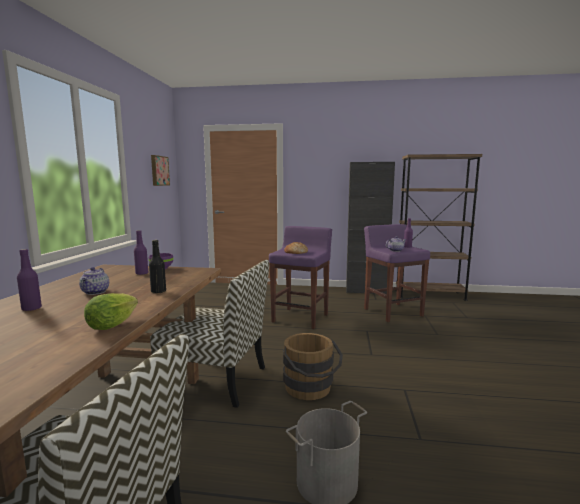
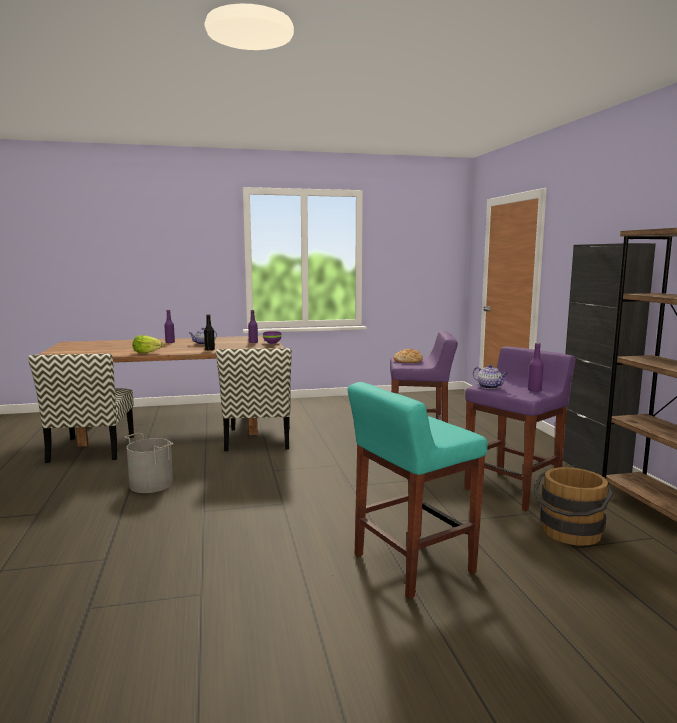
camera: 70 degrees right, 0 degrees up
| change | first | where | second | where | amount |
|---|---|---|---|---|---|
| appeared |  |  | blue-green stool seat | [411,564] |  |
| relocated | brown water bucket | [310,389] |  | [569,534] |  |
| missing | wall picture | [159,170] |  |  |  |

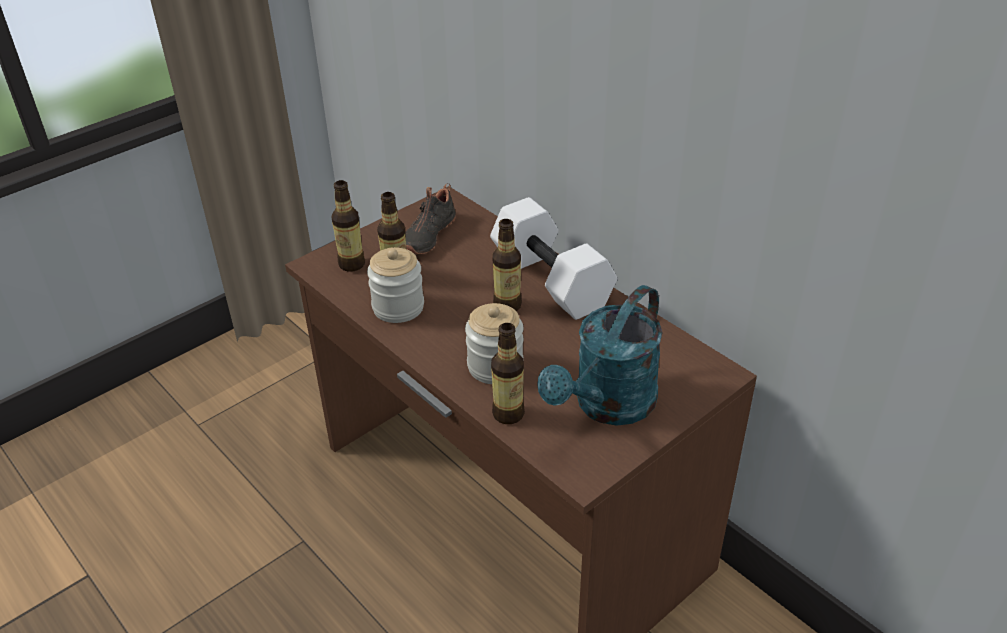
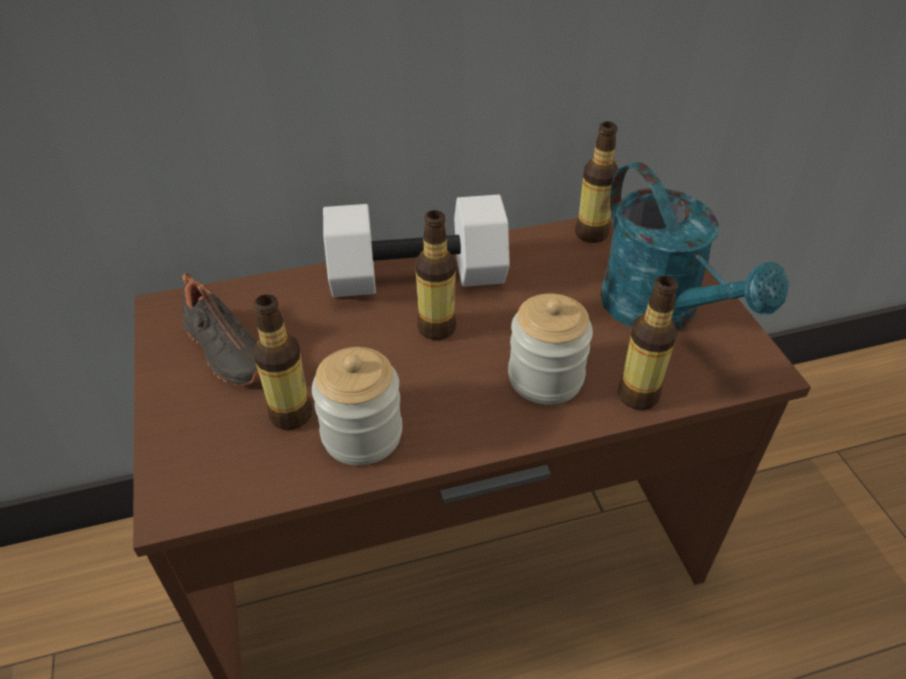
camera: 65 degrees left, 5 degrees up
| change | first | where | second | where | amount |
|---|---|---|---|---|---|
| relocated | beverage bottle | [352,264] |  | [591,233] |  |

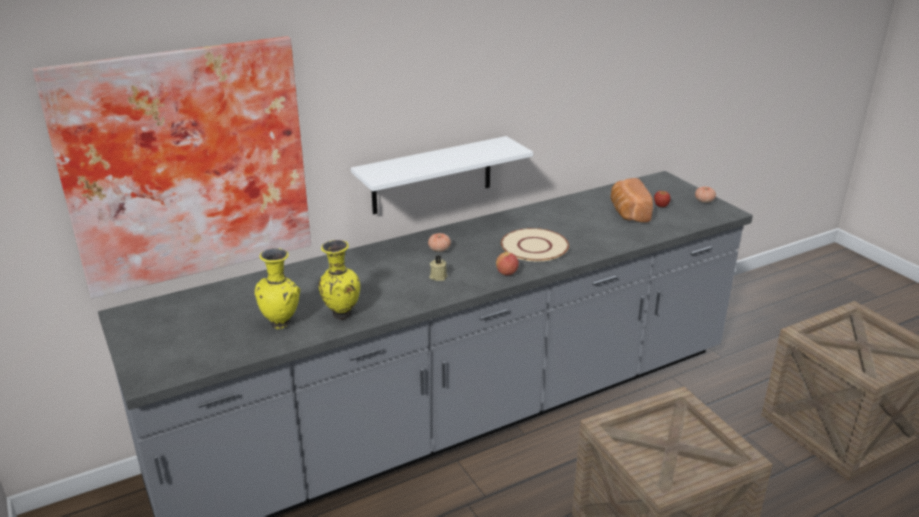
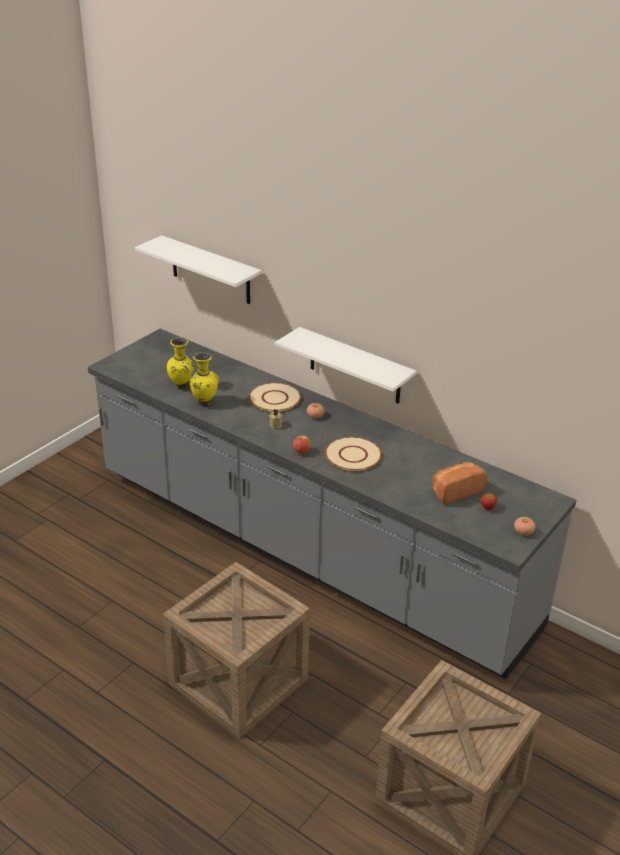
camera: 65 degrees right, 5 degrees up
| change | first | where | second | where | amount |
|---|---|---|---|---|---|
| exchanged | wall picture | [186,163] | white-coloured wall shelf | [210,270] |  |
| appeared |  |  | sand-coloured dinner plate | [274,398] |  |

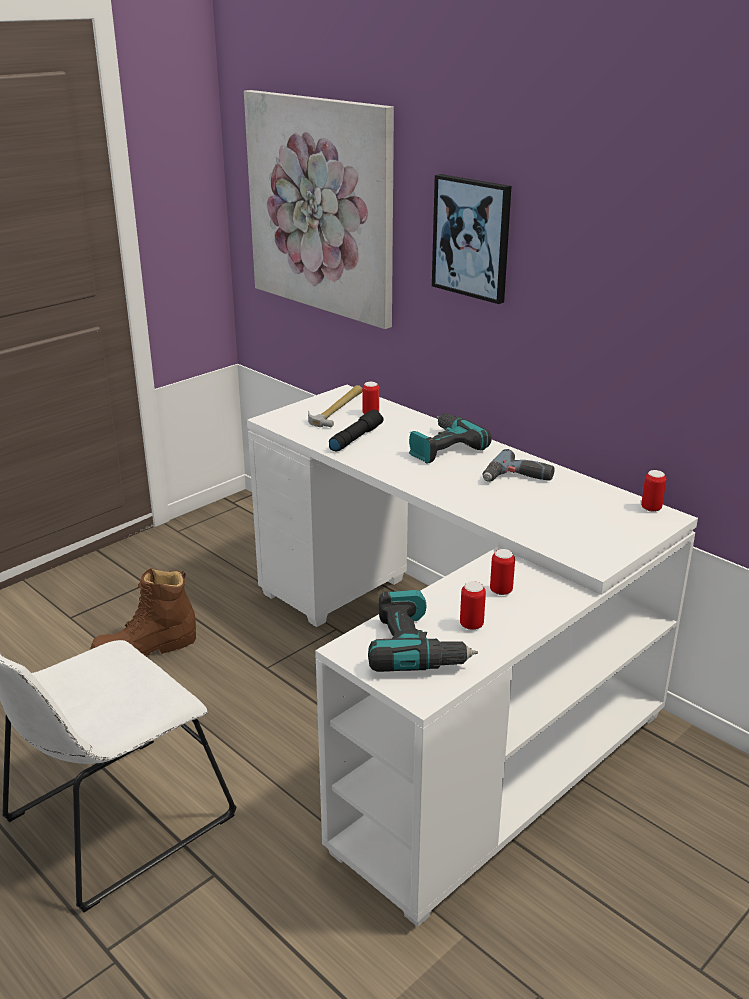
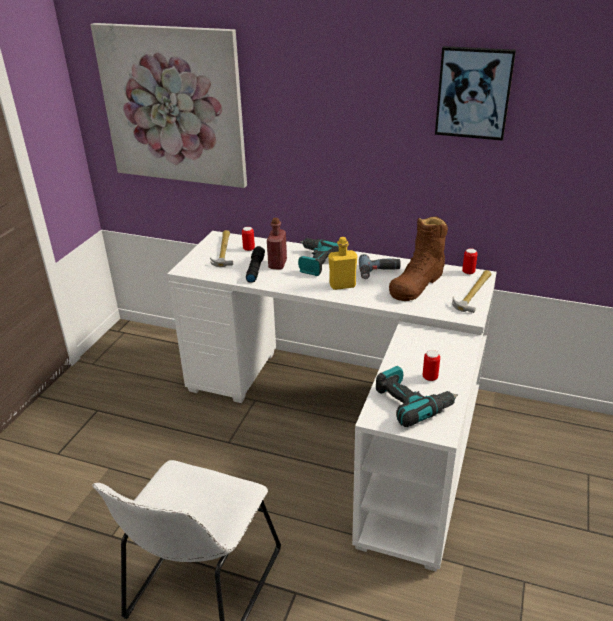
camera: 25 degrees left, 5 degrees up
| change | first | where | second | where | amount |
|---|---|---|---|---|---|
| appeared |  |  | red-coloured beverage bottle | [277,264] |  |
| appeared |  |  | yellow-coloured beverage bottle | [342,285] |  |
| relocated | brown high-top boot | [146,648] |  | [417,283] |  |
| relocated | wall picture | [472,238] |  | [473,93] |  |
| appeared |  |  | hammer | [474,293] |  |
| missing | sealed can | [501,591] |  |  |  |

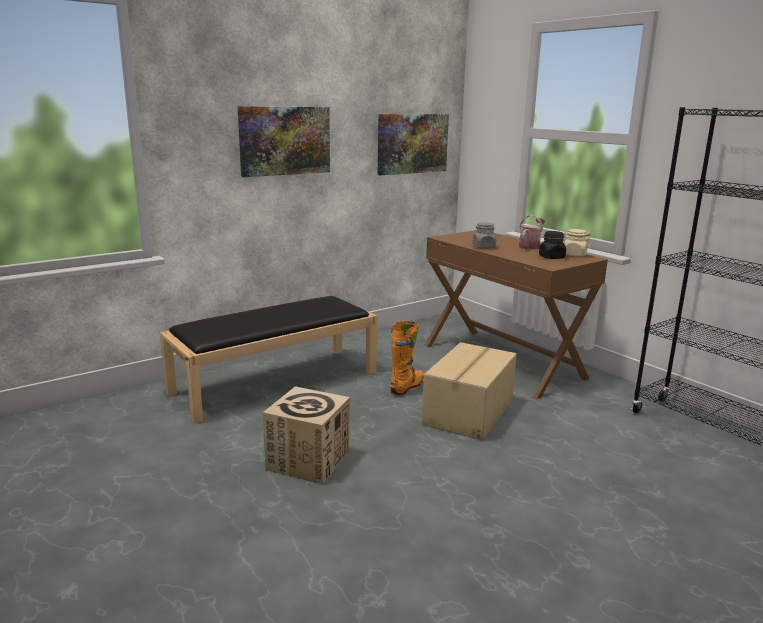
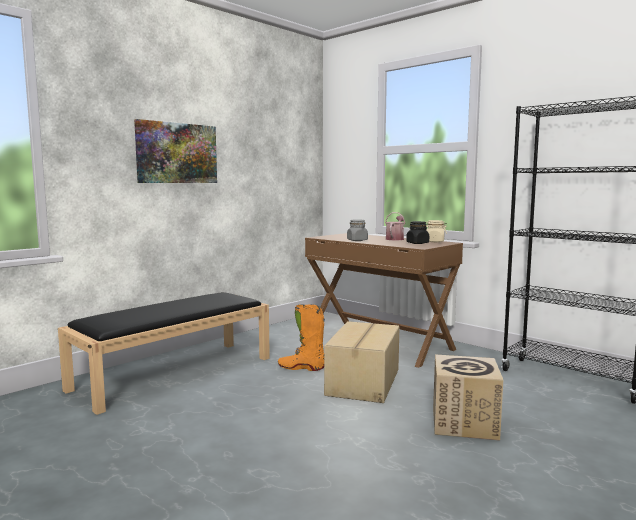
camera: 10 degrees left, 10 degrees down
| change | first | where | second | where | amount |
|---|---|---|---|---|---|
| spun | orange-coloured high-top boot | [407,387] |  | [301,368] | 105 degrees counterclockwise |
| relocated | cardboard box | [308,460] |  | [464,423] |  |
| missing | wall picture | [412,143] |  |  |  |

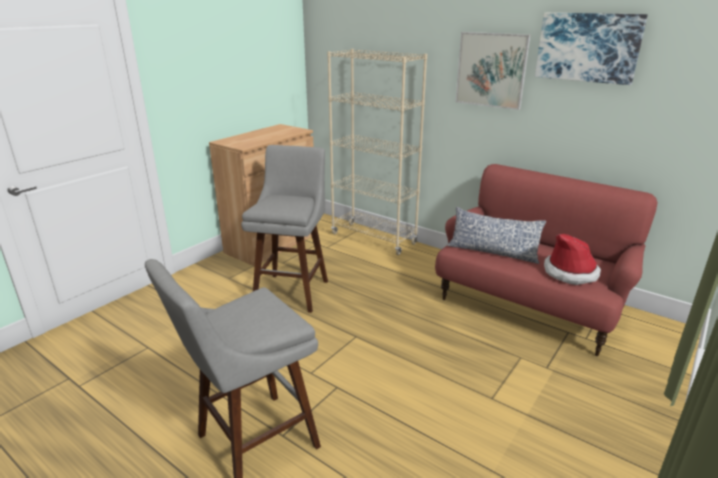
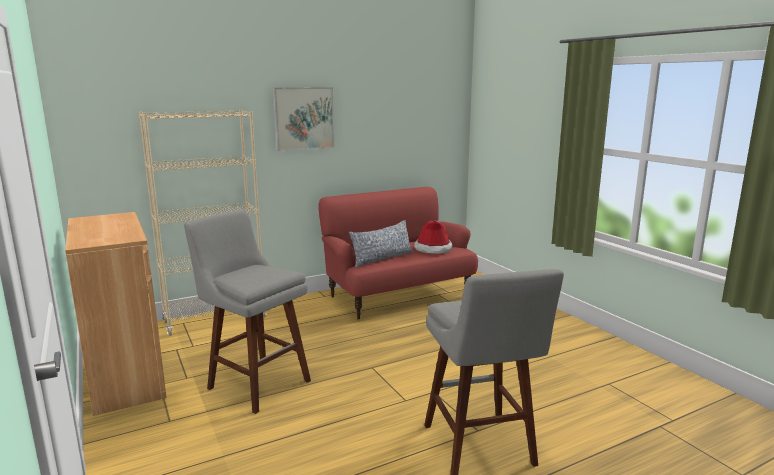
camera: 65 degrees left, 10 degrees down
| change | first | where | second | where | amount |
|---|---|---|---|---|---|
| missing | wall picture | [587,47] |  |  |  |

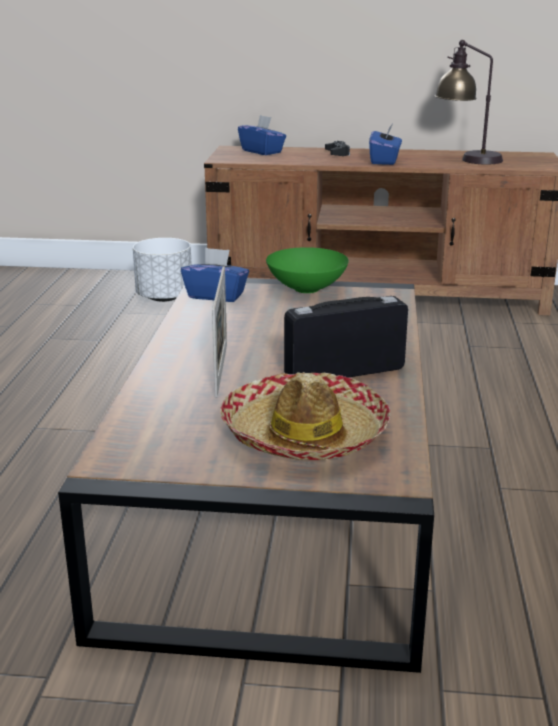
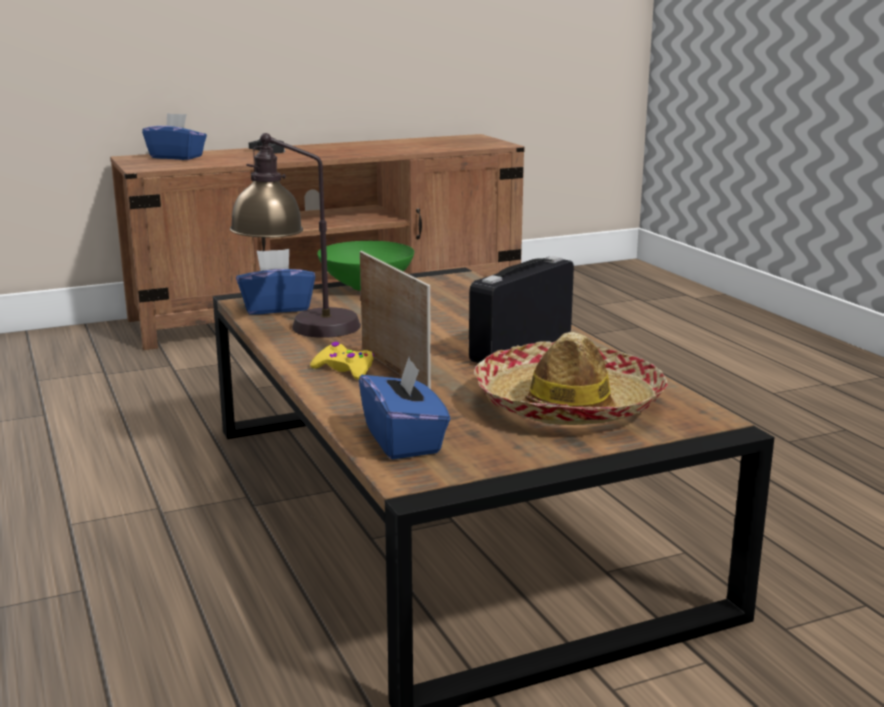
camera: 30 degrees left, 5 degrees down
| change | first | where | second | where | amount |
|---|---|---|---|---|---|
| relocated | tabletop lamp | [466,159] |  | [299,328] |  |
| appeared |  |  | yellow-coloured game controller | [344,369] |  |
| relocated | blue tissue box | [385,161] |  | [404,441] |  |
| missing | white-coloured flower pot | [164,297] |  |  |  |

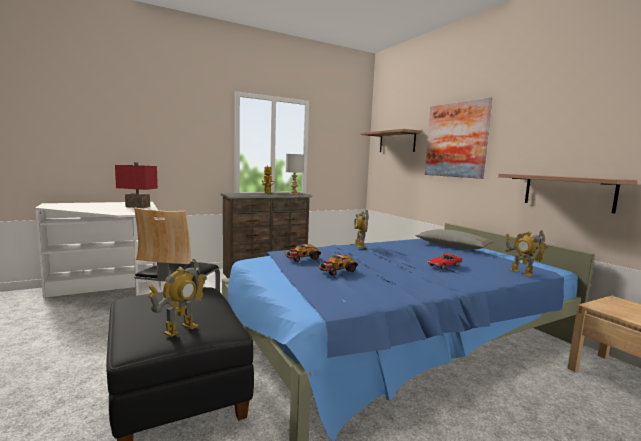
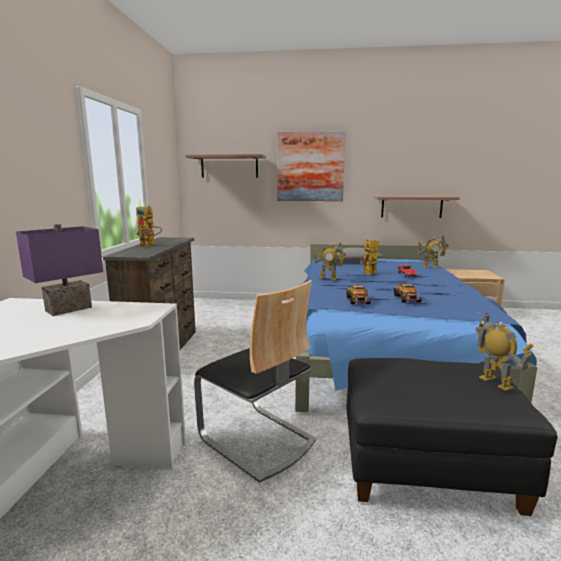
camera: 55 degrees left, 5 degrees up
| change | first | where | second | where | amount |
|---|---|---|---|---|---|
| colour | red-coloured tabletop lamp | [139,206] | purplish tabletop lamp | [68,308] |  |
| appeared |  |  | toy robot | [368,274] |  |
| missing | gray tabletop lamp | [294,194] |  |  |  |

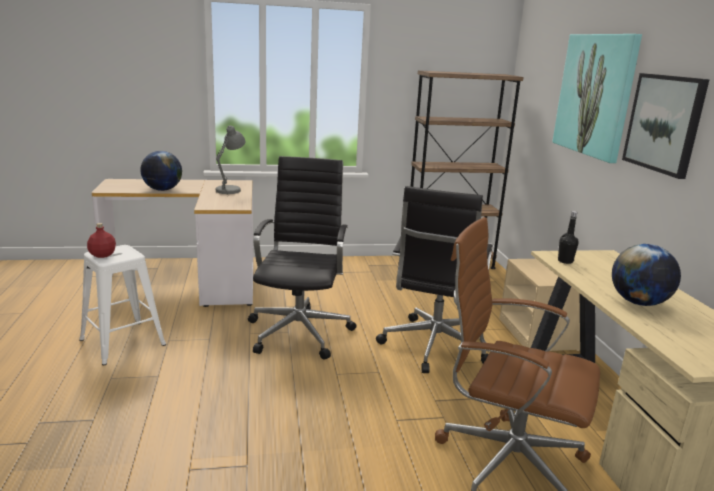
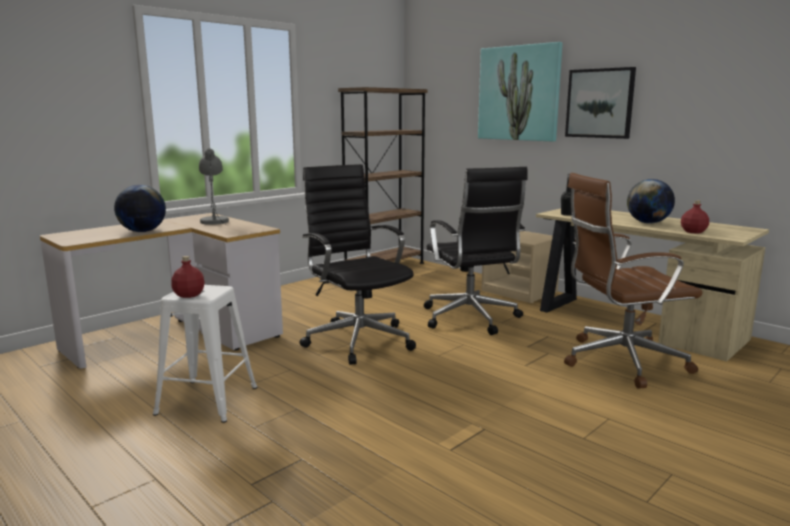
camera: 35 degrees left, 5 degrees down
| change | first | where | second | where | amount |
|---|---|---|---|---|---|
| appeared |  |  | red-coloured beverage bottle | [693,232] |  |

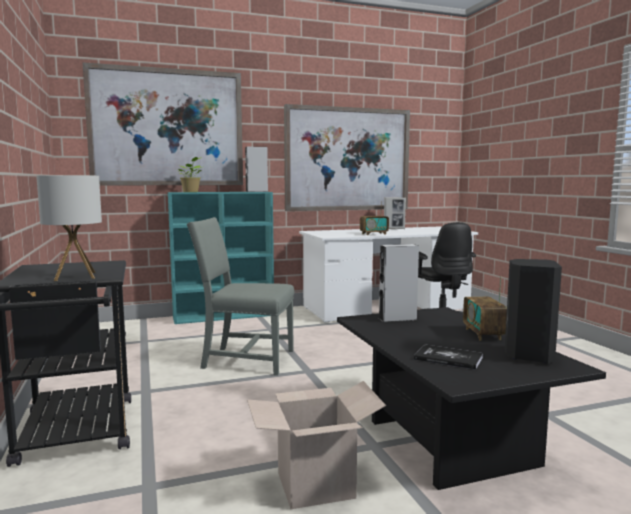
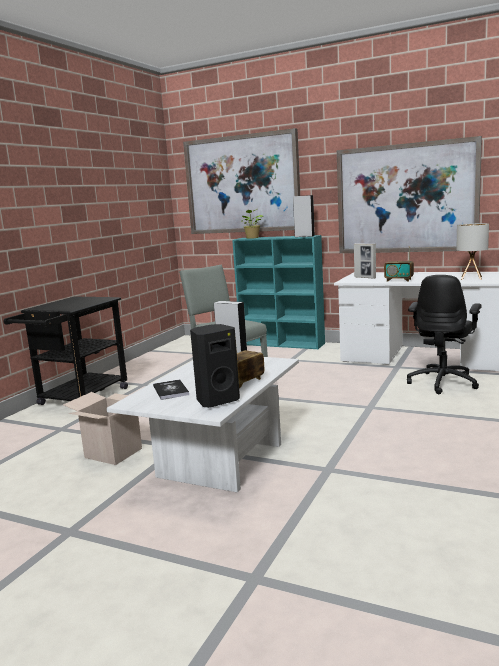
camera: 45 degrees right, 5 degrees up
| change | first | where | second | where | amount |
|---|---|---|---|---|---|
| colour | black low table | [444,441] | white-coloured low table | [218,459] |  |
| relocated | photo frame | [394,229] |  | [365,277] |  |
| relocated | tabletop lamp | [75,276] |  | [471,278] |  |

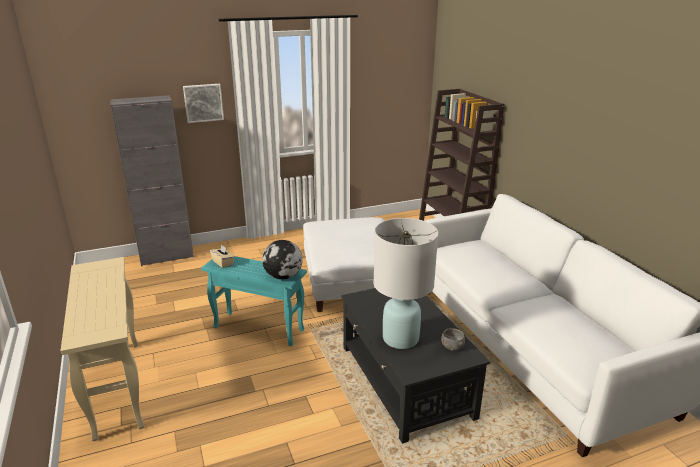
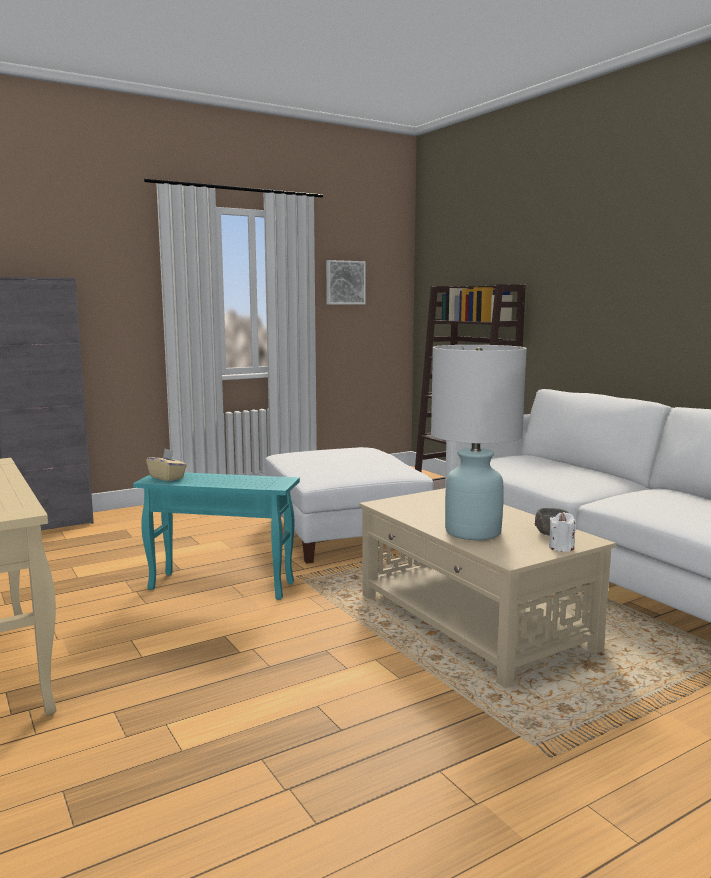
camera: 10 degrees left, 15 degrees down
| change | first | where | second | where | amount |
|---|---|---|---|---|---|
| relocated | wall picture | [203,102] |  | [344,282] |  |
| colour | black low table | [405,381] | sand-coloured low table | [473,622] |  |
| appeared |  |  | white-coloured wax candle | [561,547] |  |
| missing | desk globe | [283,276] |  |  |  |

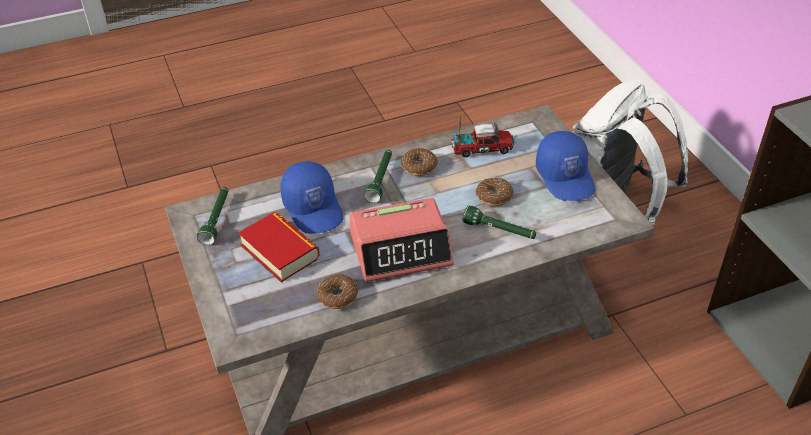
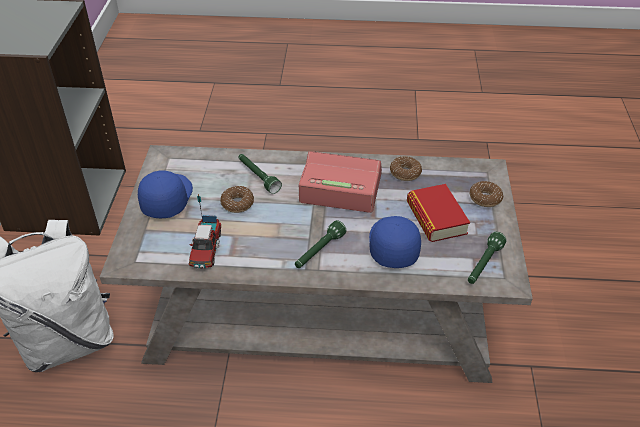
camera: 155 degrees left, 0 degrees up
| change | first | where | second | where | amount |
|---|---|---|---|---|---|
| spun | toy truck | [483,149] |  | [206,249] | 105 degrees counterclockwise |
| relocated | doughnut | [419,167] |  | [485,198] |  |

